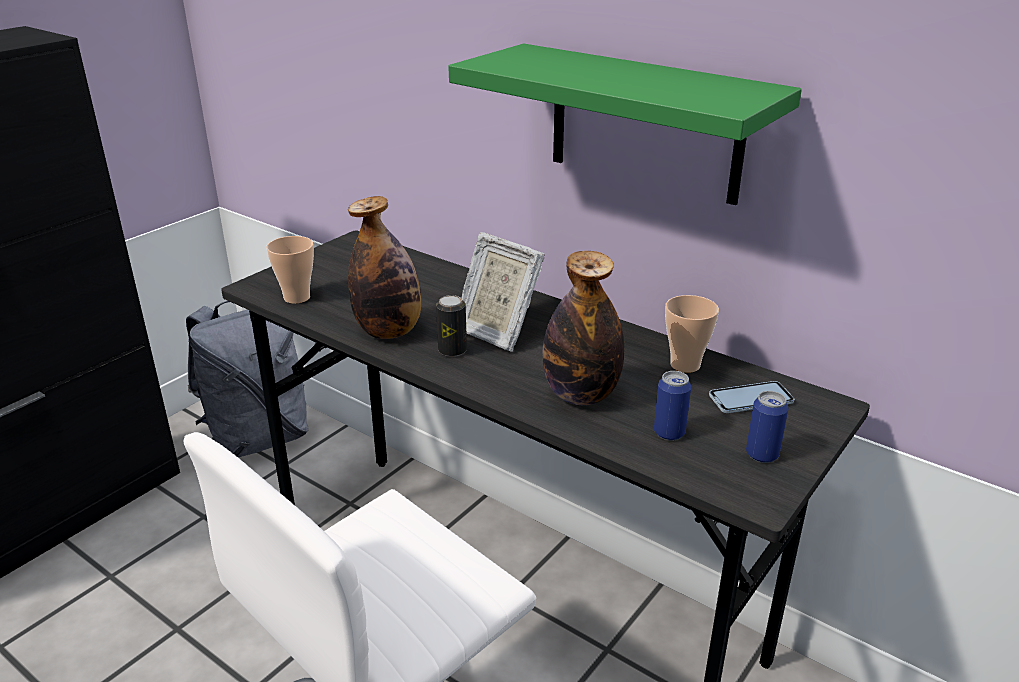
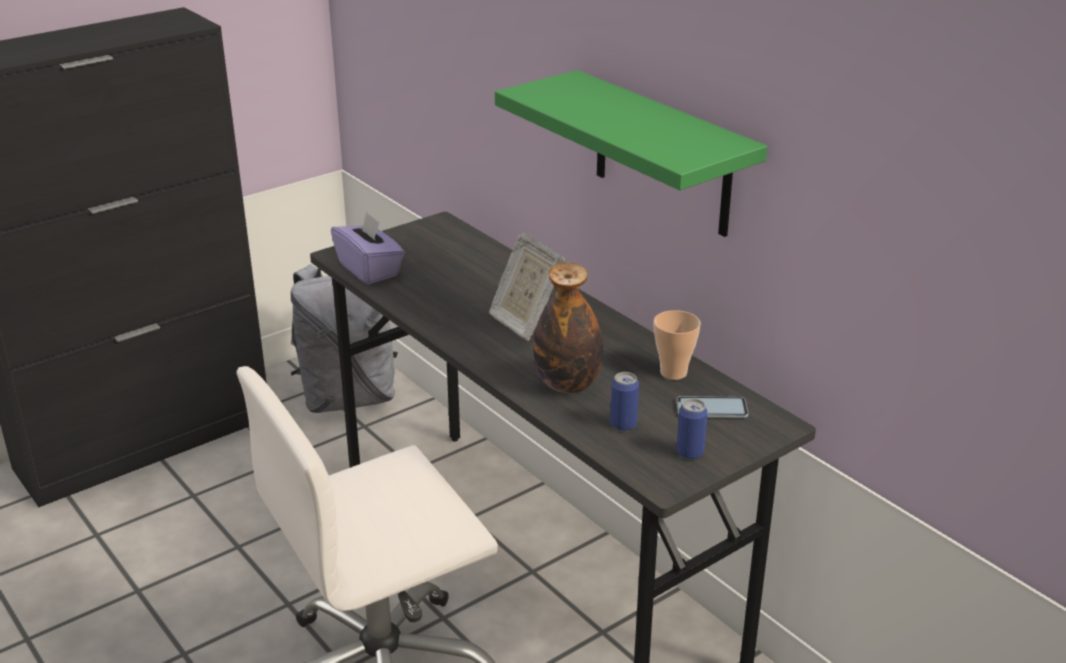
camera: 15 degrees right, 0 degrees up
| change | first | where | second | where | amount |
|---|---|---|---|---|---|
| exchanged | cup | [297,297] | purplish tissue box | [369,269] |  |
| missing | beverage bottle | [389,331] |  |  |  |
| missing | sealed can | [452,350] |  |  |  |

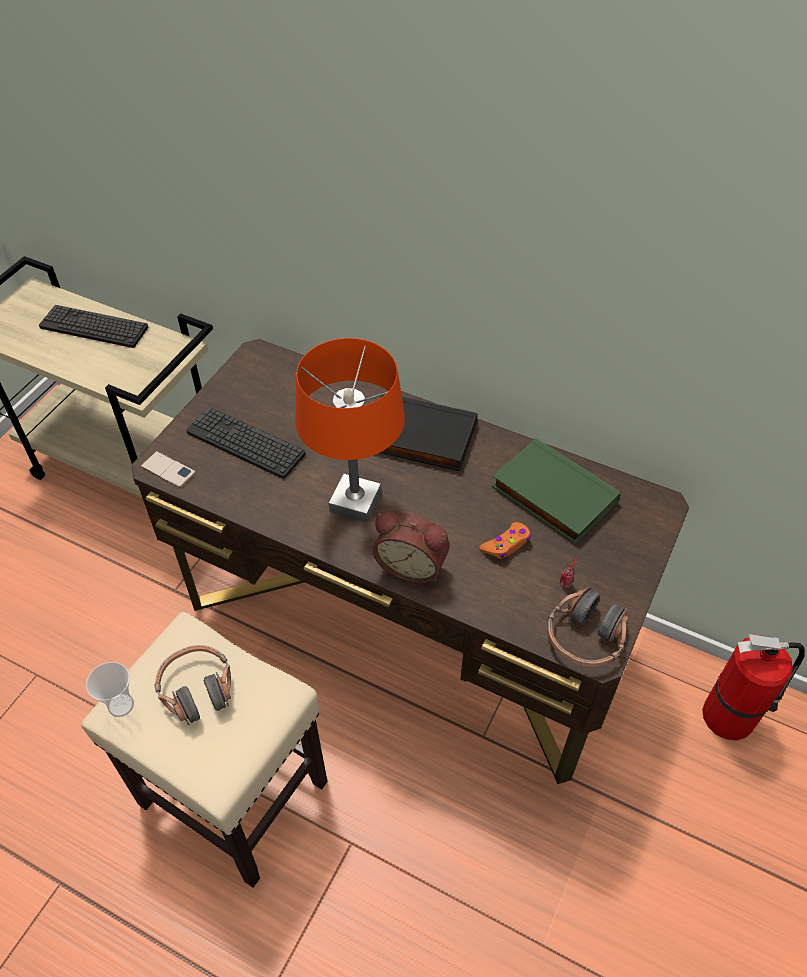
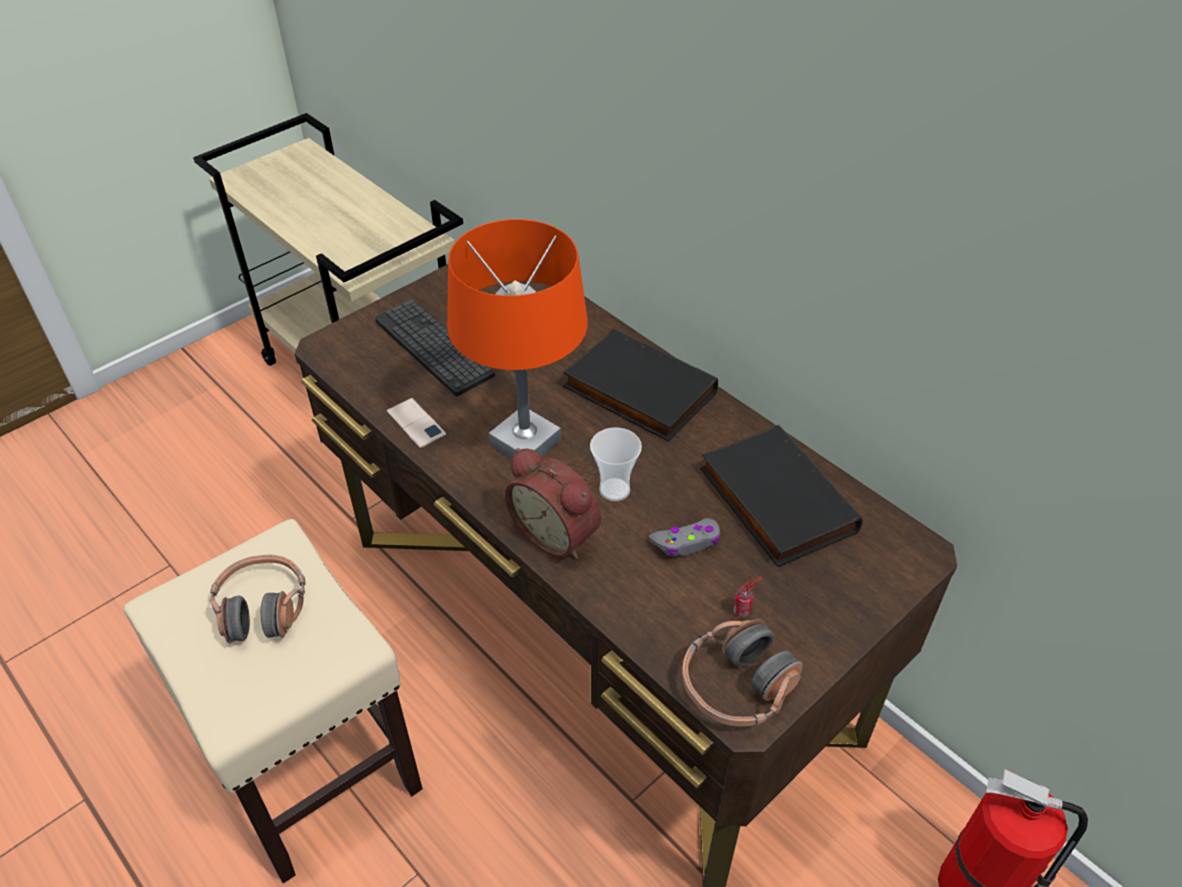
camera: 20 degrees right, 5 degrees down
| change | first | where | second | where | amount |
|---|---|---|---|---|---|
| relocated | telephone | [168,469] |  | [416,423] |  |
| relocated | cup | [121,705] |  | [614,489] |  |
| colour | orange-coloured game controller | [506,544] | gray game controller | [687,542] |  |
| colour | green-coloured bound book | [551,495] | black bound book | [773,500] |  |
| missing | PC keyboard | [94,327] |  |  |  |

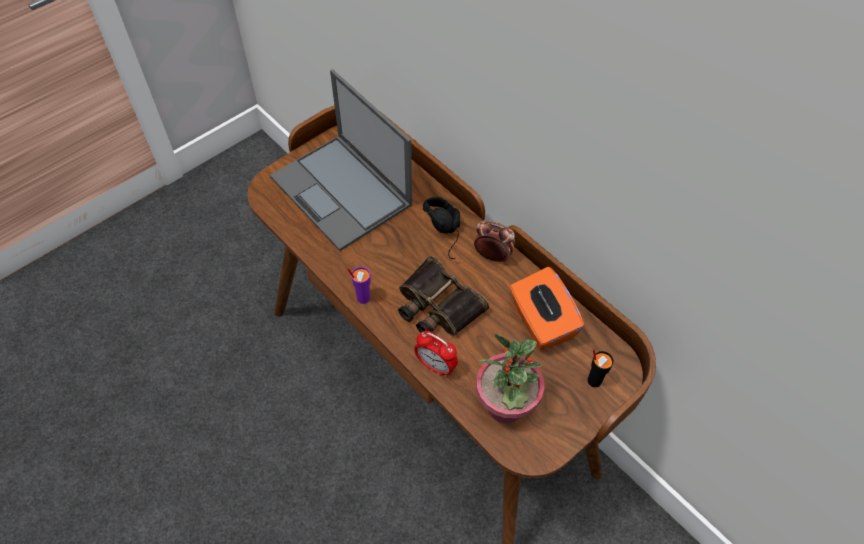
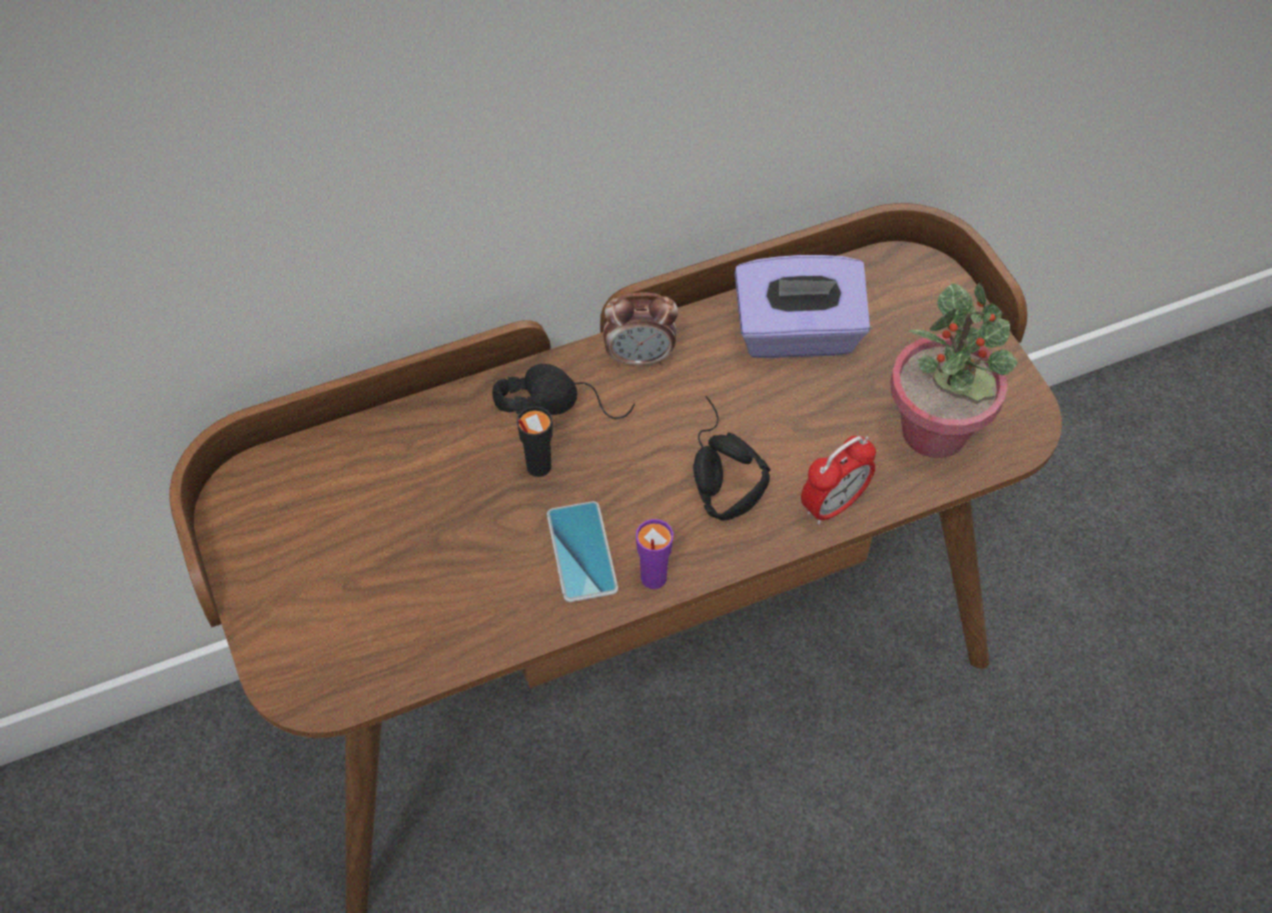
camera: 70 degrees left, 0 degrees up
| change | first | where | second | where | amount |
|---|---|---|---|---|---|
| relocated | black cup | [594,380] |  | [538,466] |  |
| appeared |  |  | telephone | [581,552] |  |
| spun | table clock | [492,256] |  | [640,358] | 135 degrees counterclockwise |
| exchanged | binoculars | [436,306] | black headset | [713,468] |  |
| colour | orange-coloured tissue box | [541,322] | purplish tissue box | [797,335] |  |
| missing | laptop | [342,192] |  |  |  |

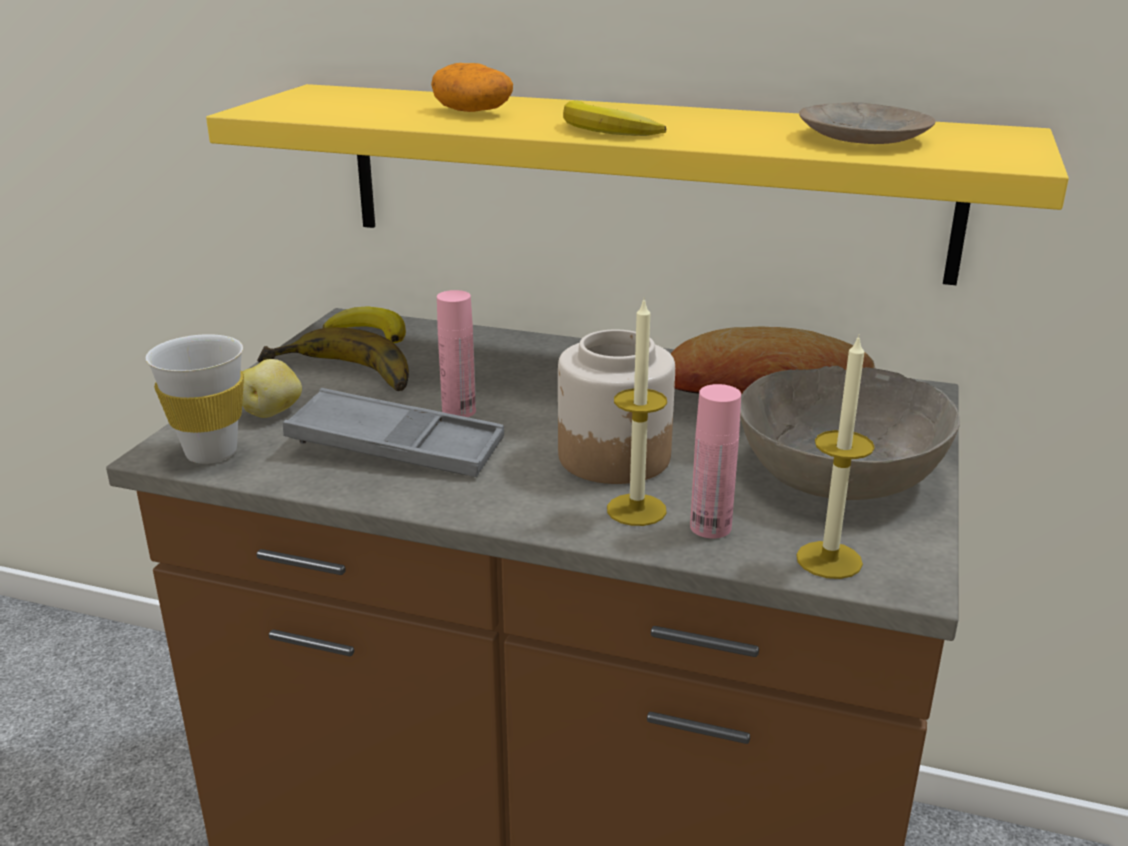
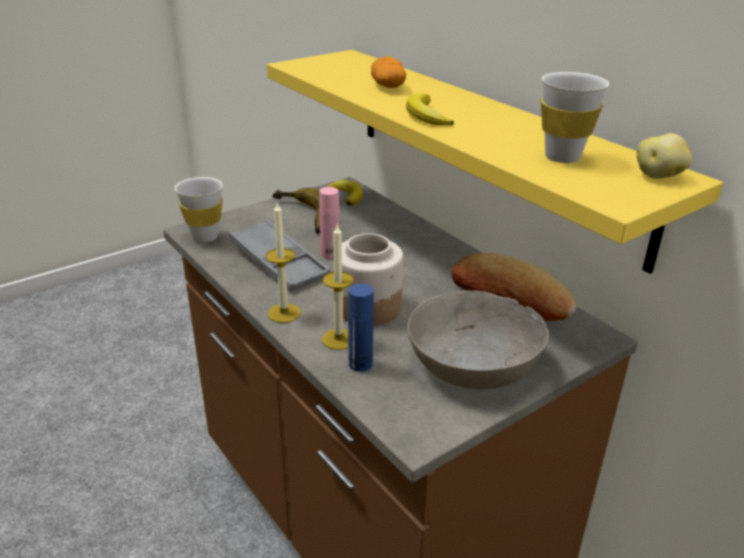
camera: 35 degrees right, 5 degrees up
| change | first | where | second | where | amount |
|---|---|---|---|---|---|
| relocated | wax candle | [829,560] |  | [284,313] |  |
| colour | pinkish beverage bottle | [710,527] | blue beverage bottle | [360,364] |  |
| exchanged | sand-coloured dinner plate | [863,137] | white-coloured cup | [562,157] |  |
| relocated | potato | [272,412] |  | [659,176] |  |

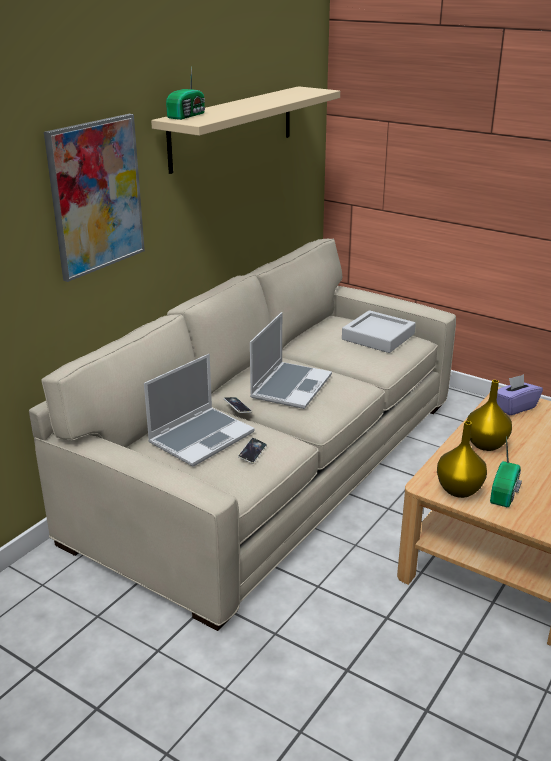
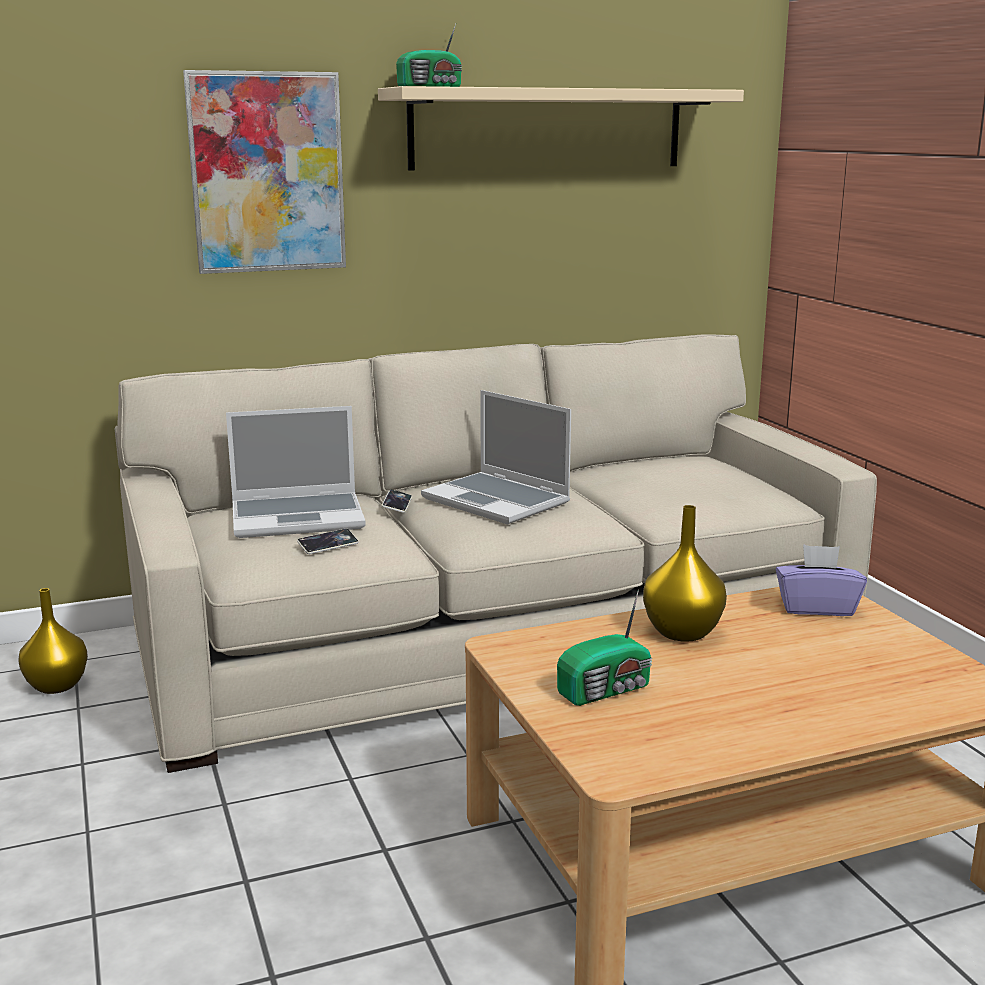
camera: 35 degrees right, 10 degrees down
| change | first | where | second | where | amount |
|---|---|---|---|---|---|
| relocated | yellow-coloured decorative vase | [458,489] |  | [58,685] |  |
| spun | laptop | [290,386] |  | [498,501] | 75 degrees clockwise |
| missing | gray serving tray | [378,337] |  |  |  |

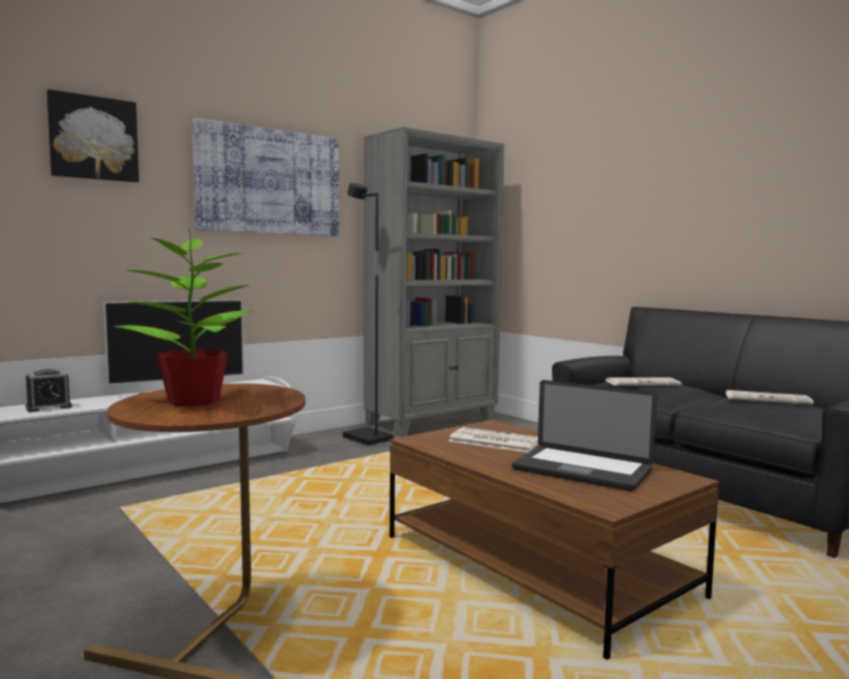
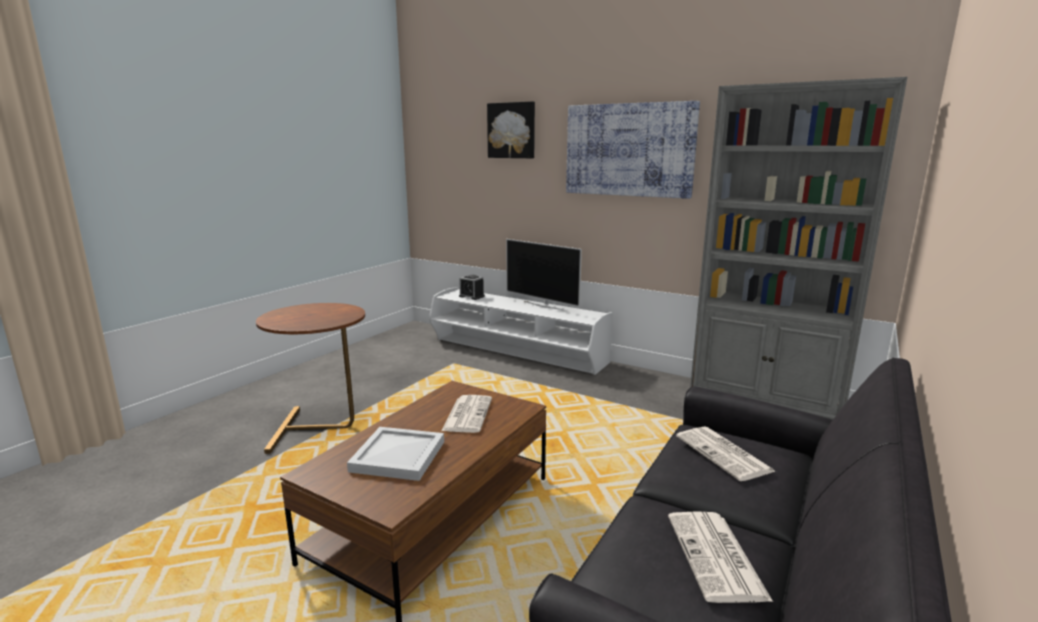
camera: 70 degrees right, 10 degrees up
| change | first | where | second | where | amount |
|---|---|---|---|---|---|
| exchanged | laptop | [581,470] | white-coloured serving tray | [399,457] |  |
| missing | houseplant | [192,401] |  |  |  |
| missing | black standard lamp | [366,439] |  |  |  |

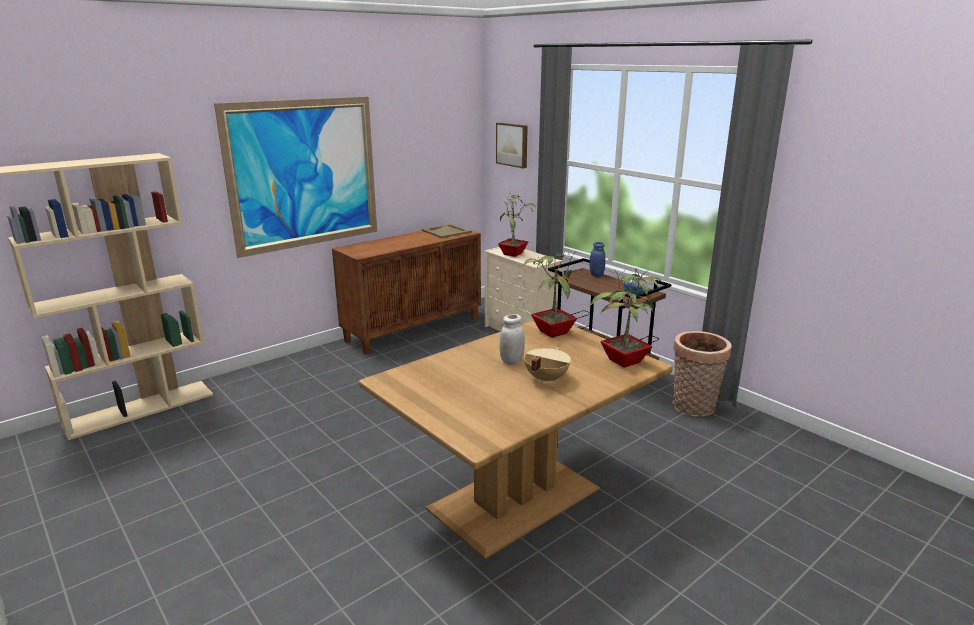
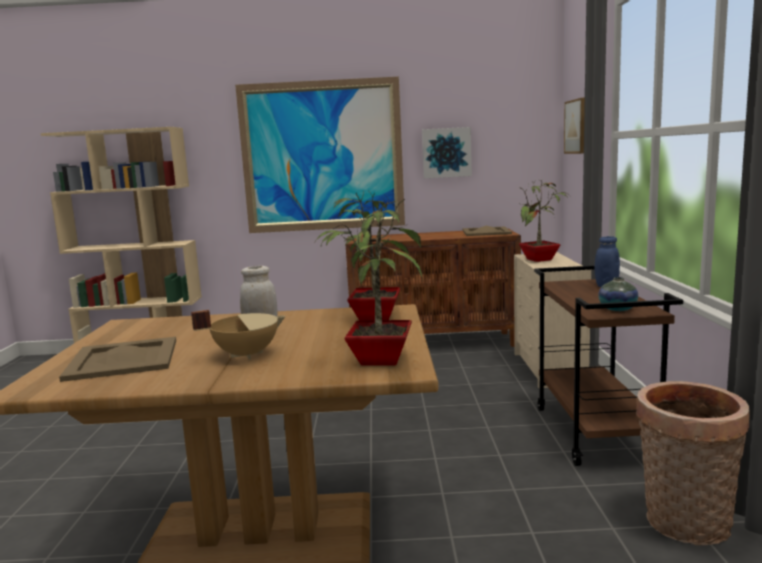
camera: 40 degrees right, 10 degrees down
| change | first | where | second | where | amount |
|---|---|---|---|---|---|
| appeared |  |  | sand-coloured serving tray | [124,359] |  |
| appeared |  |  | wall picture | [446,152] |  |

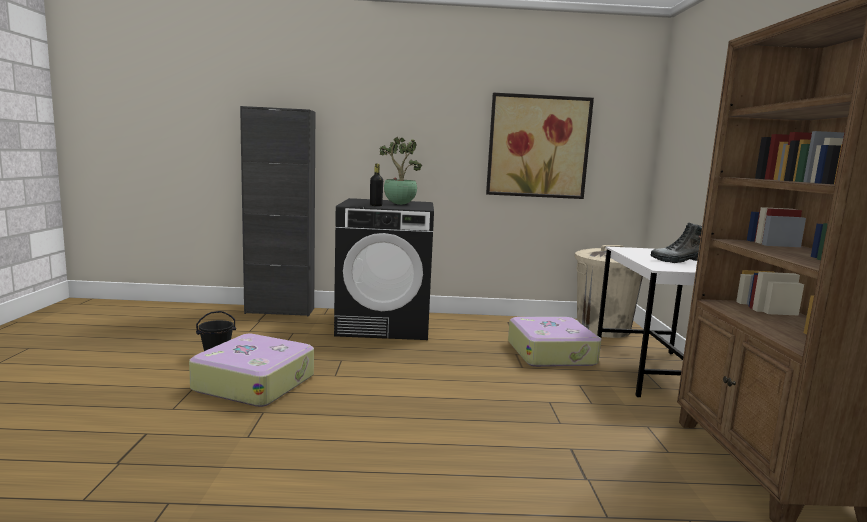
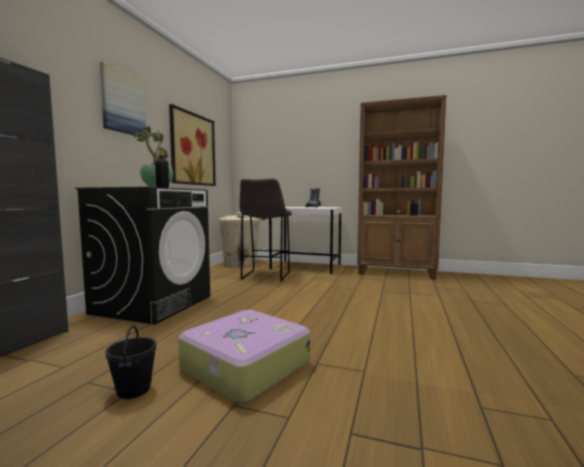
camera: 70 degrees left, 5 degrees down
| change | first | where | second | where | amount |
|---|---|---|---|---|---|
| appeared |  |  | wall picture | [123,102] |  |
| exchanged | travel case | [551,353] | gray stool seat | [265,276] |  |

